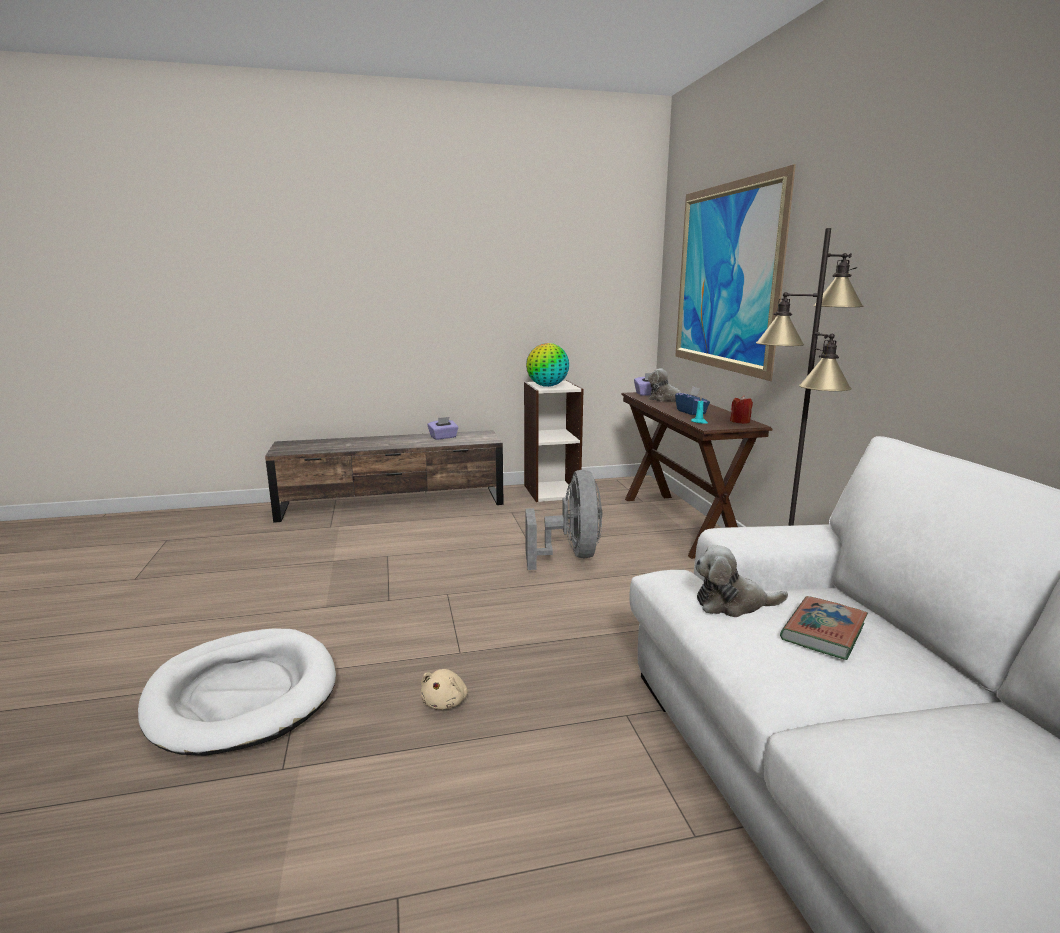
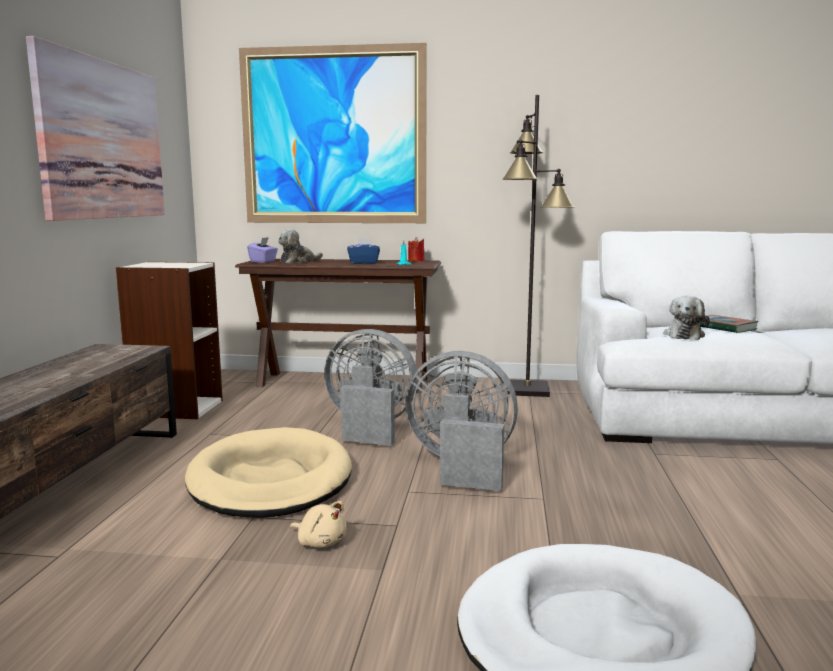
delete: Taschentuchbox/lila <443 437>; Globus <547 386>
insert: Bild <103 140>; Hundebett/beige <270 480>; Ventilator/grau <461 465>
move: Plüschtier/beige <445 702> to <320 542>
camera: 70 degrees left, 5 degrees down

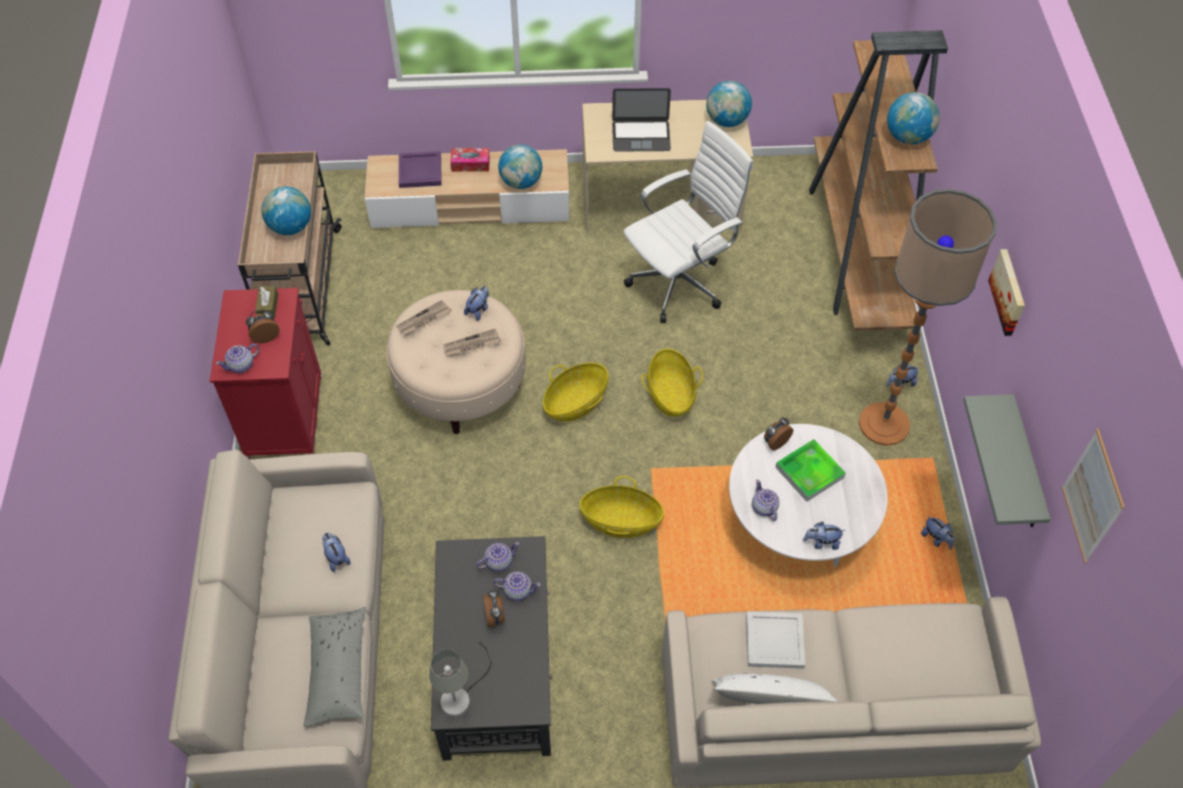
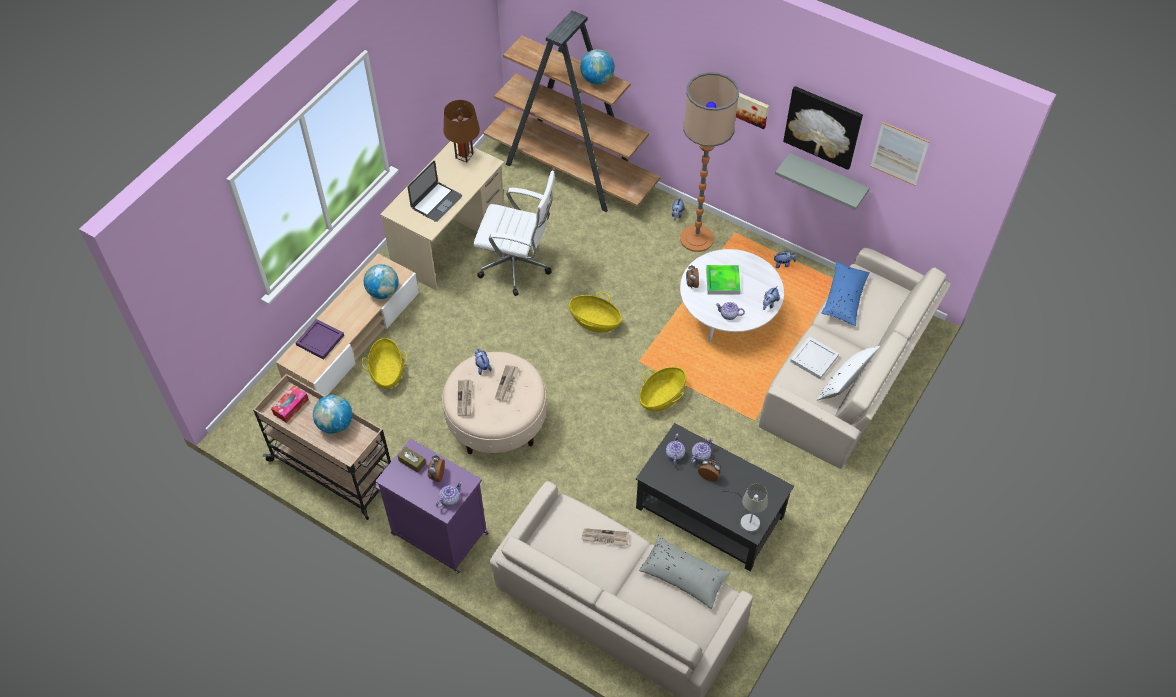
insert: Bild <823 126>; Kissen/blau <844 298>
move: Taschentuchbox <470 164> to <291 407>; Korb <575 402> to <387 371>
replace: Plüschtier <336 558> to Zeitung <605 538>; Globus <727 121> to Tischlampe/braun <464 155>
recolor: Schrank/rot <285 416> to Schrank/lila <437 533>
rotate: Teekanne <241 365> = <449 499> 135 degrees counterclockwise; Bürostuhl/weiß <680 282> = <518 267> 105 degrees clockwise
camera: 55 degrees left, 0 degrees up

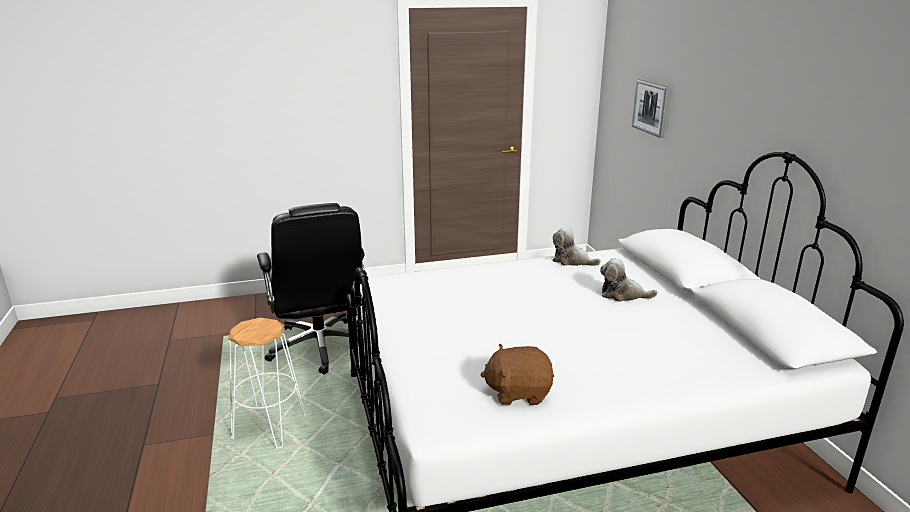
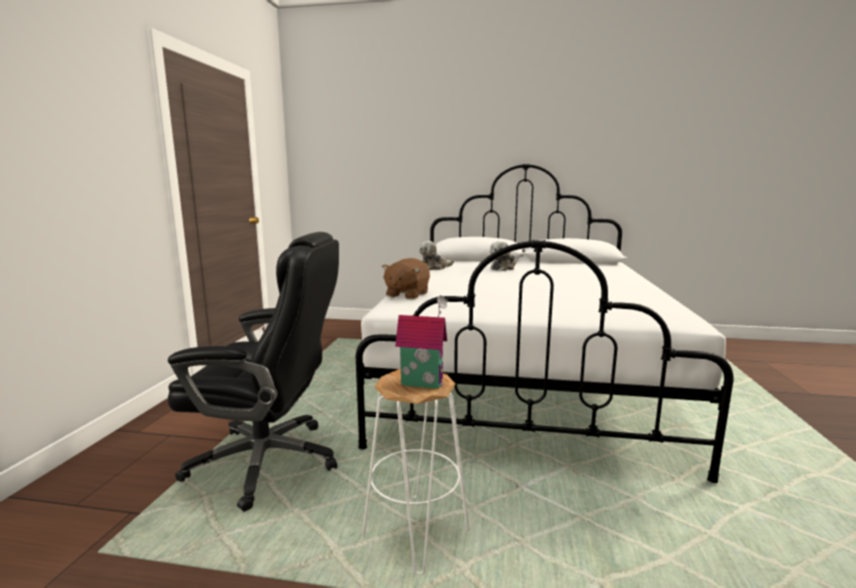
delete: Bild <651 107>
insert: Spielzeughaus <423 382>
move: Plüschtier/braun <518 392> to <406 295>
camera: 65 degrees left, 10 degrees down

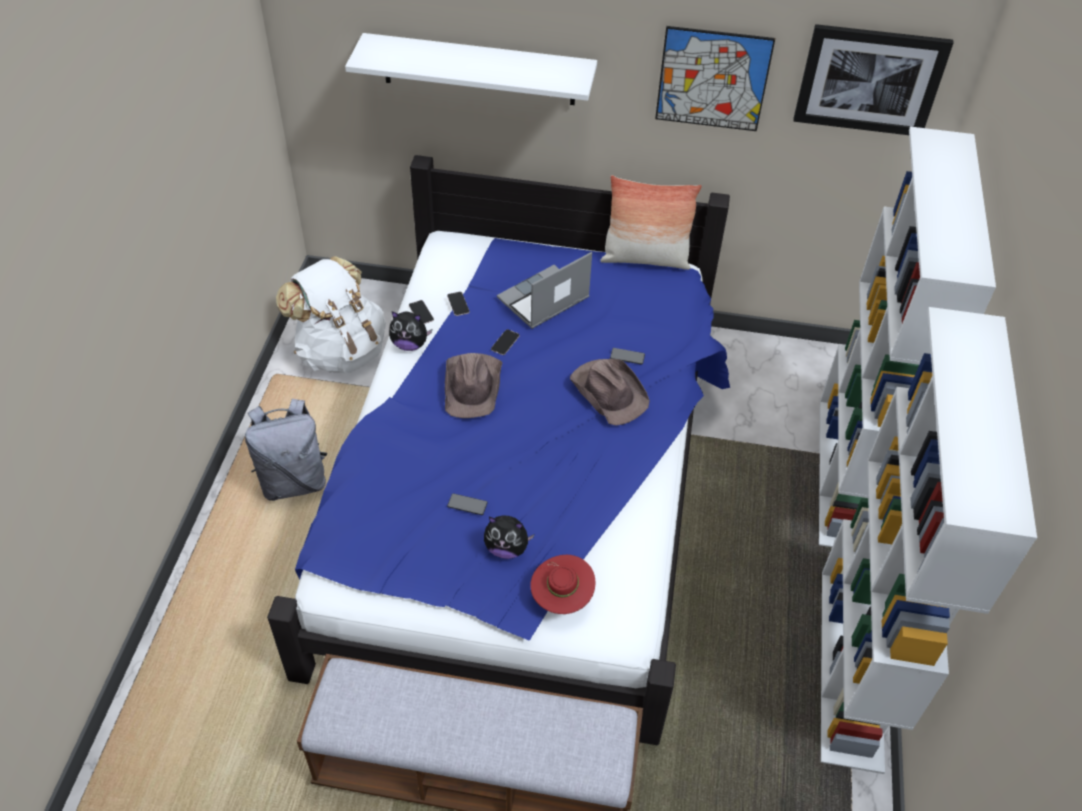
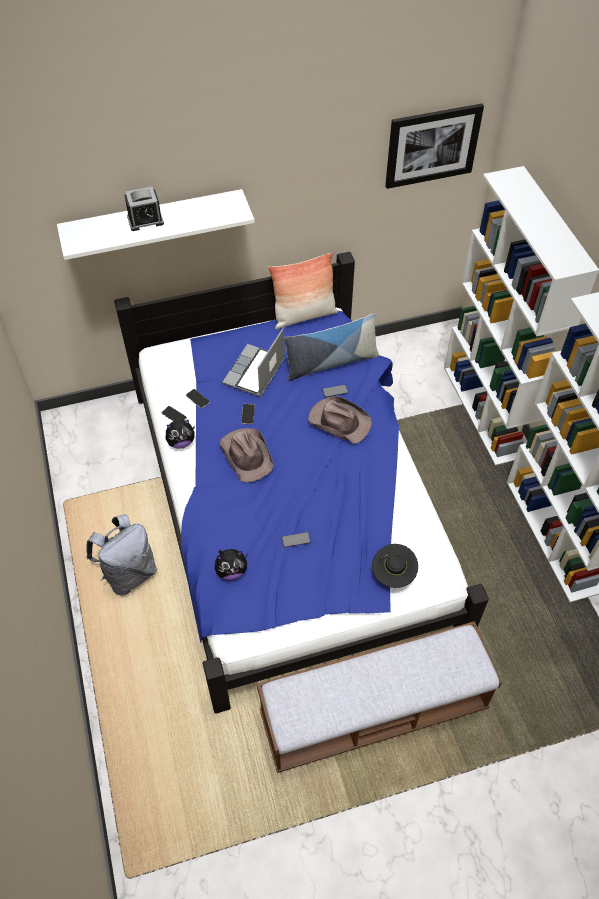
delete: Rucksack/weiß <340 351>; Bild <713 79>
insert: Wecker <145 220>; Kissen <331 362>
move: Plüschtier <506 548> to <231 571>
recolor: Hut/rot <561 597> to Hut/schwarz <393 574>
camera: 25 degrees left, 5 degrees up

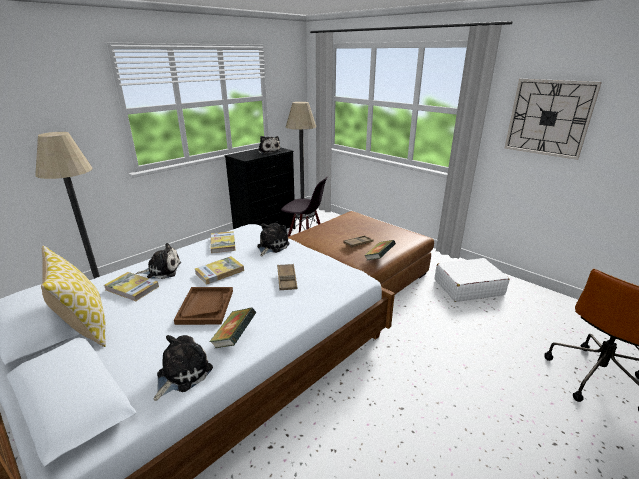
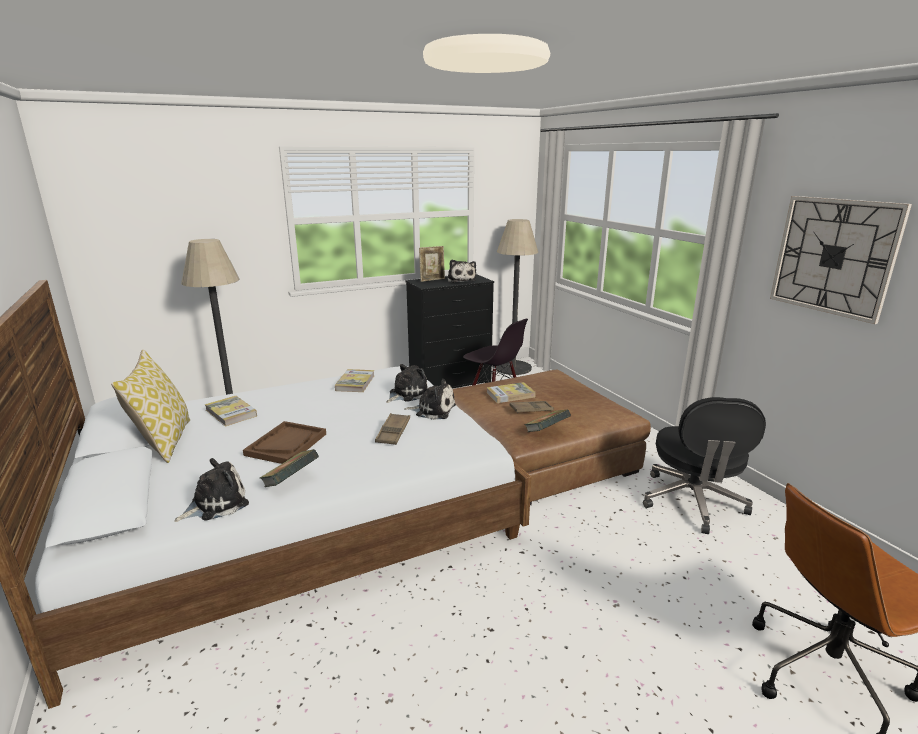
insert: Bilderrahmen <432 280>
move: Plüschtier <162 270> to <433 410>; Buch <219 272> to <510 395>
replace: Koffer/weiß <468 287> to Bürostuhl/schwarz <693 502>
camera: 20 degrees right, 5 degrees down

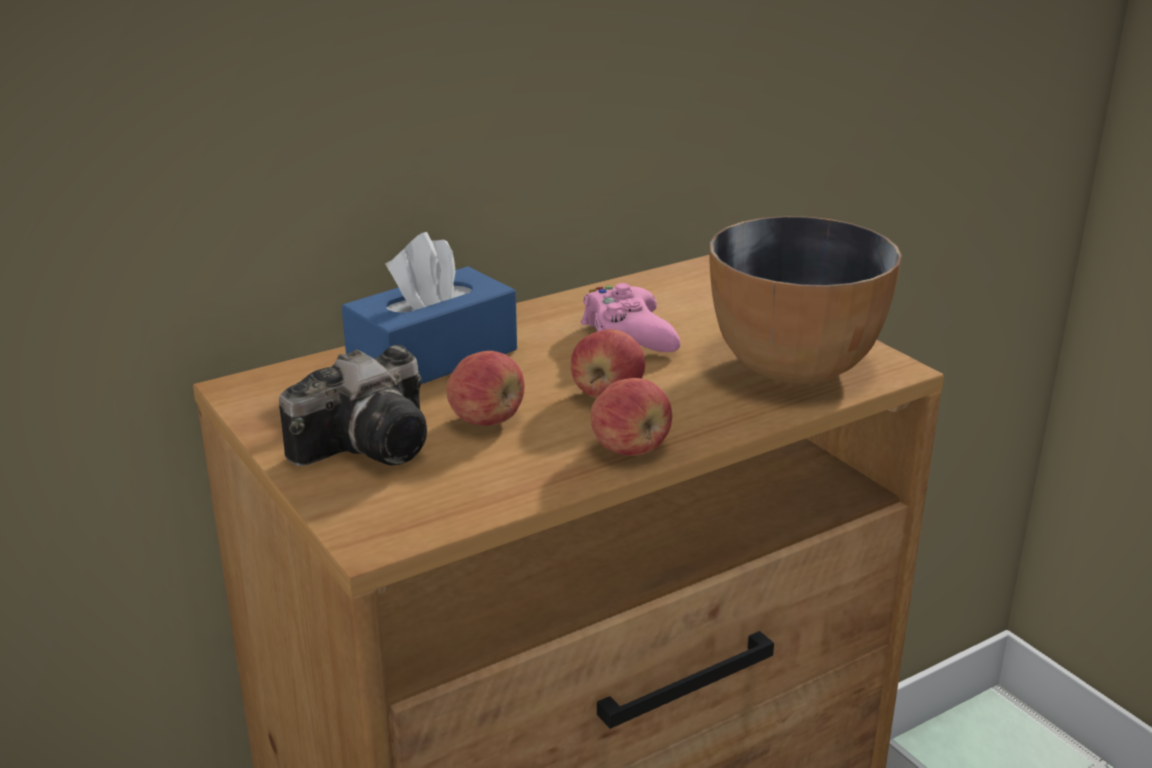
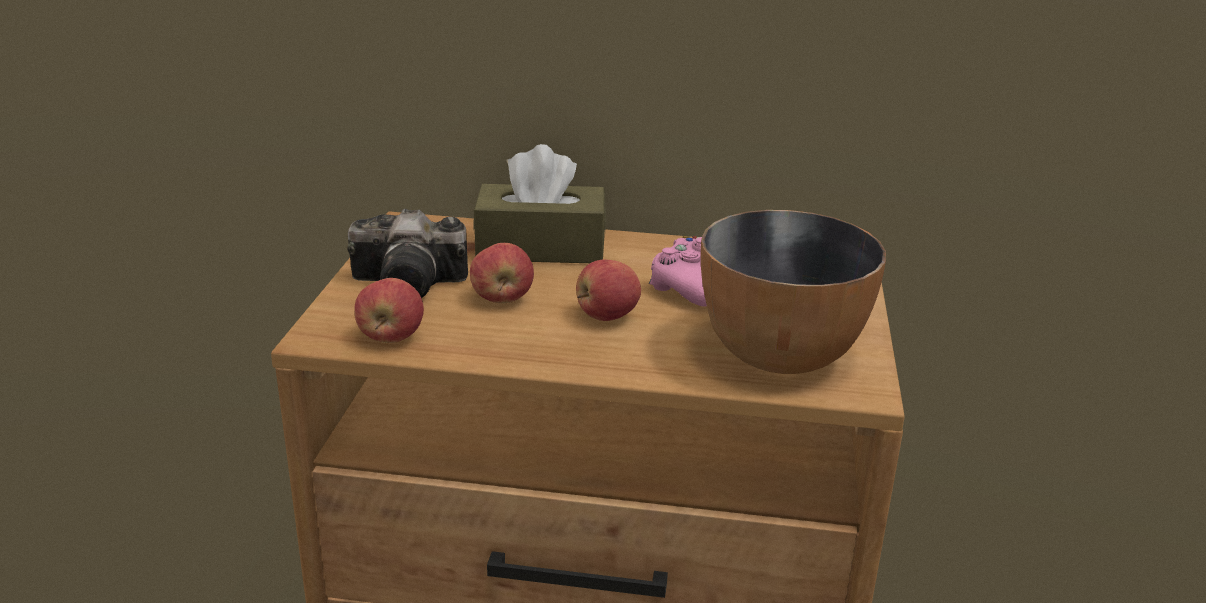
move: Apfel <630 449> to <391 337>
recolor: Taschentuchbox/blau <433 358> to Taschentuchbox/braun <541 248>
camera: 40 degrees right, 0 degrees up

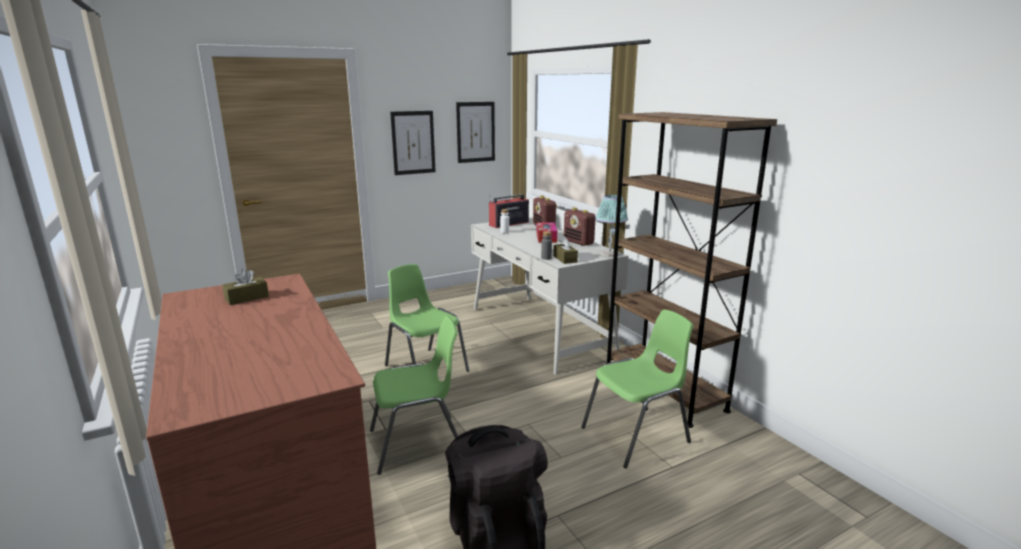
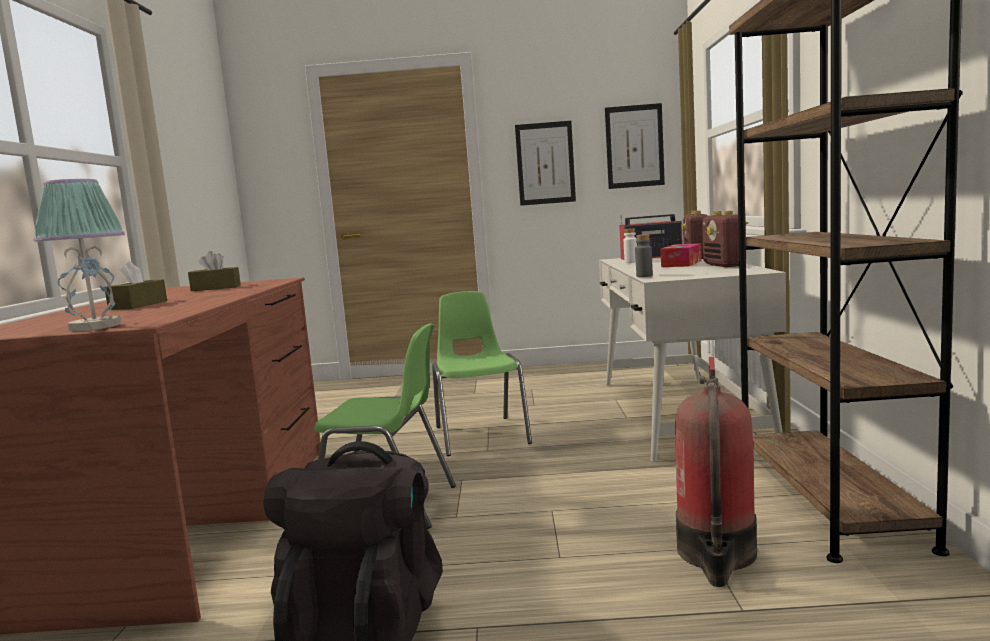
move: Taschentuchbox/braun <565 259> to <138 305>; Tischlampe <609 254> to <95 326>
replace: Stuhl/grün <637 435> to Feuerlöscher <716 555>
camera: 30 degrees right, 10 degrees down

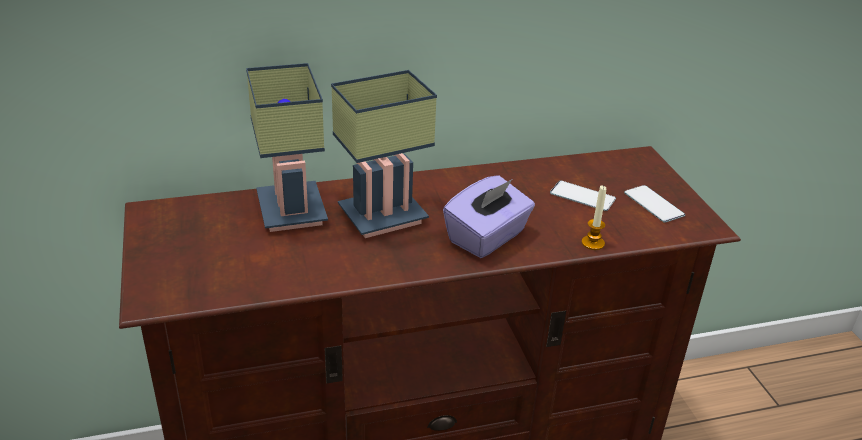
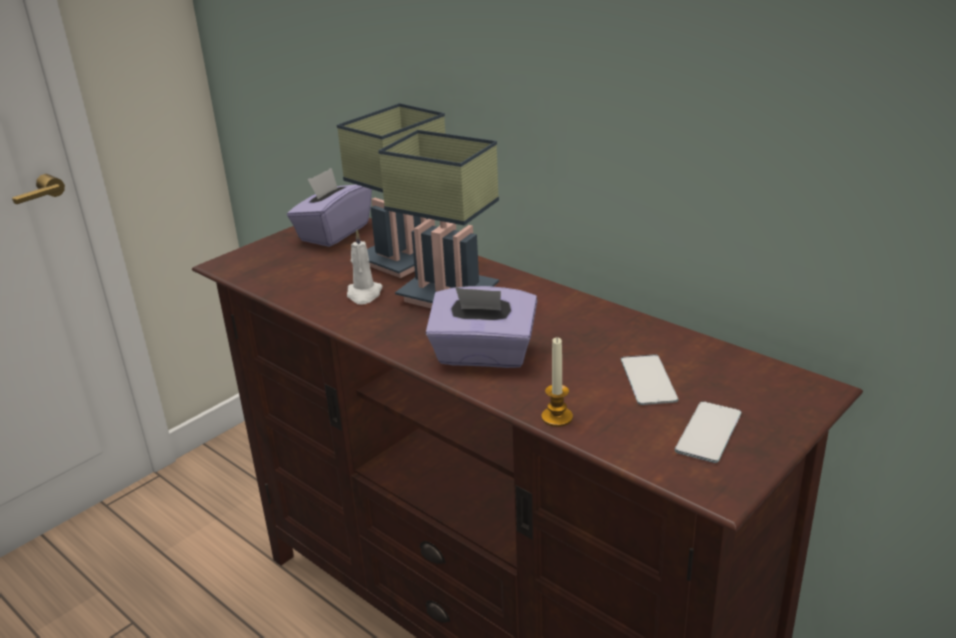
insert: Taschentuchbox/lila <333 232>; Kerze/weiß <364 294>
camera: 60 degrees right, 5 degrees down

